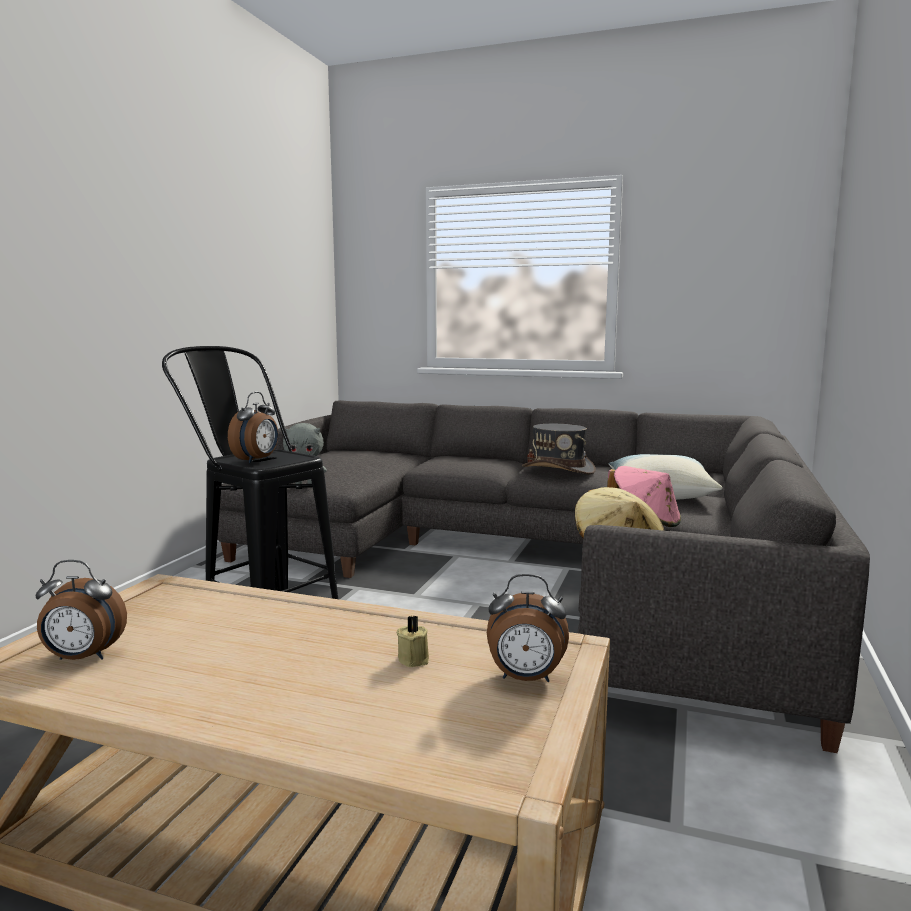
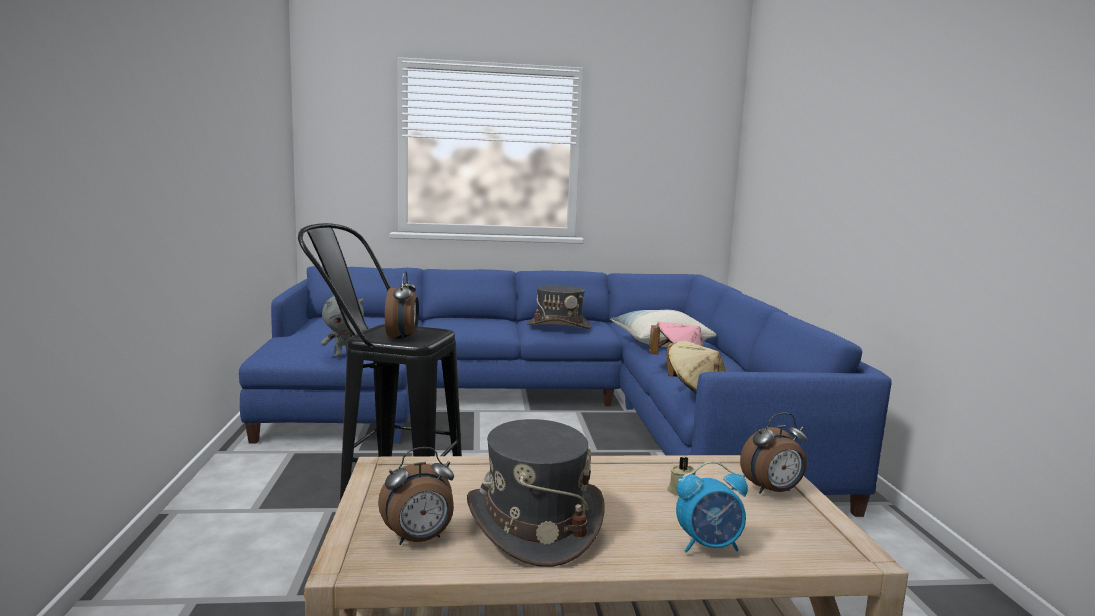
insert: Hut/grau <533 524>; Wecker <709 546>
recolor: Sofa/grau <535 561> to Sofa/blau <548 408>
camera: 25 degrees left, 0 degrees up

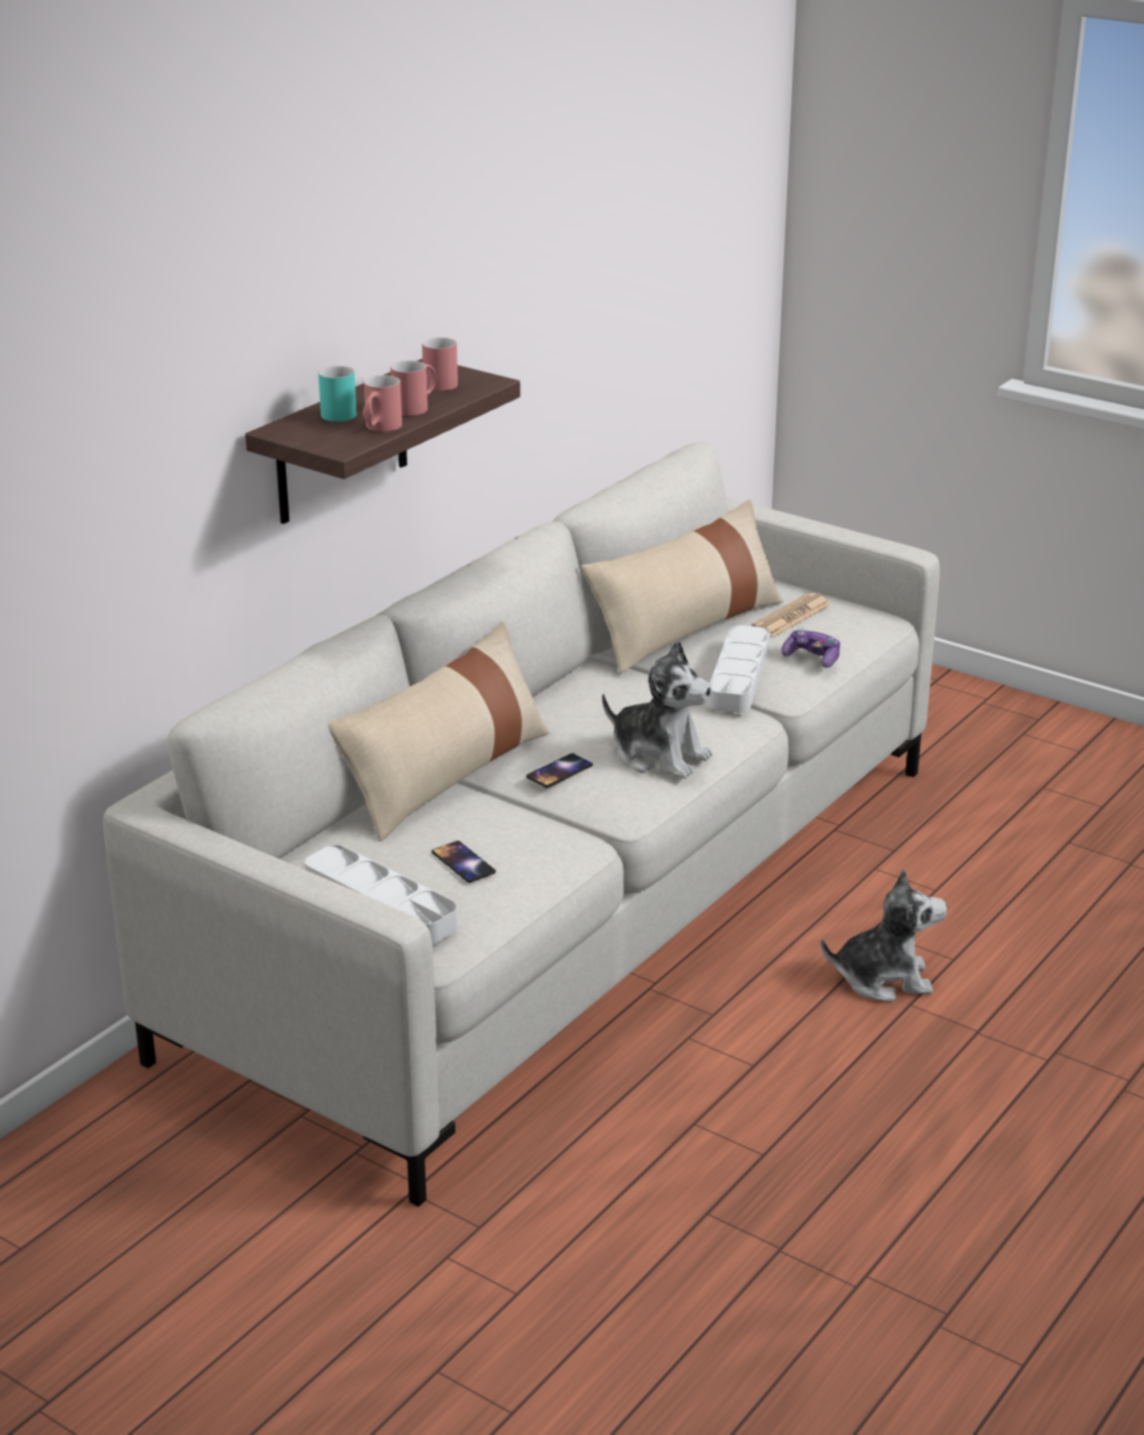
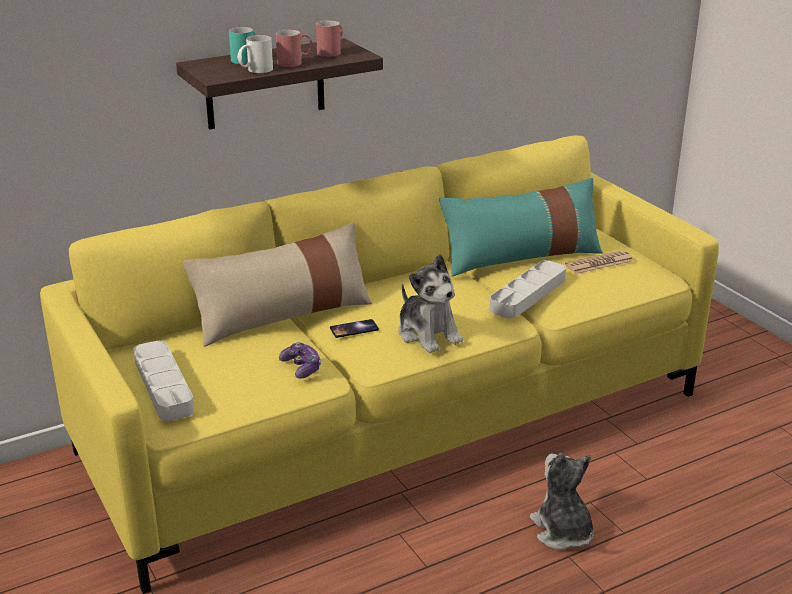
delete: Handy <463 862>
move: Gamepad <812 658> to <301 367>
recolor: Sofa/grau <571 904> to Sofa/gelb <396 423>; Henkelbecher/rot <380 429> to Henkelbecher/weiß <255 71>; Kissen/beige <685 628> to Kissen/türkis <521 257>
rotate: Plüschtier <883 979> = <562 532> 135 degrees counterclockwise
camera: 25 degrees right, 0 degrees up

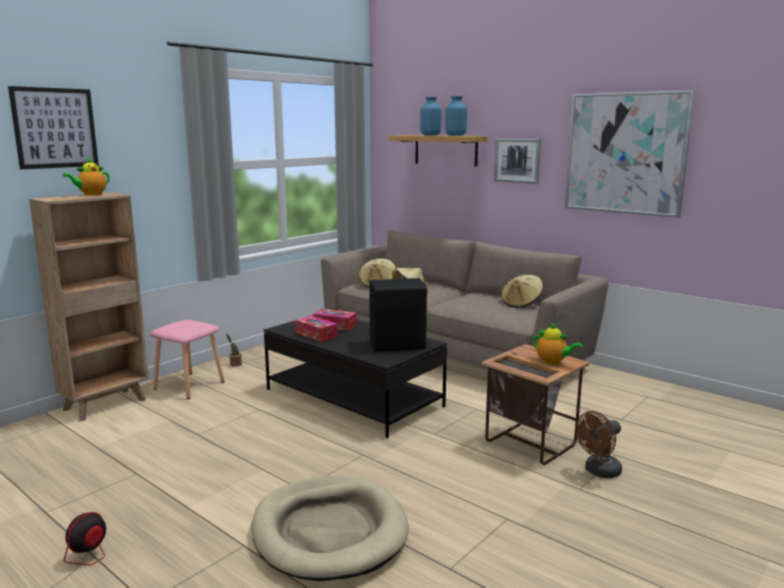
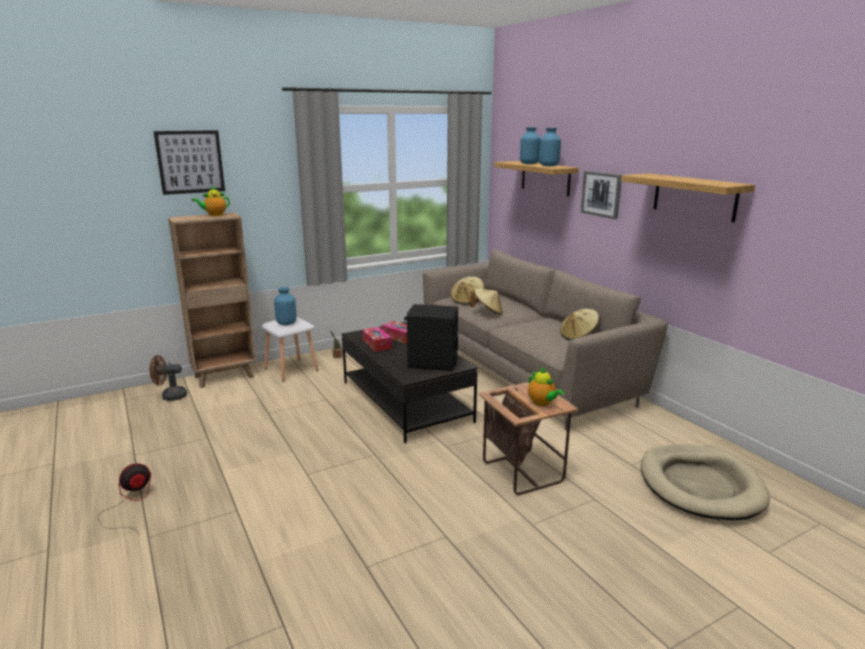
insert: Vase/blau <286 323>
move: Hundebett/beige <329 532> to <700 485>; Ventilator/braun <599 472> to <170 396>
replace: Bild <625 153> to Wandregal <694 197>
recolor: Hocker/rosa <189 385> to Hocker/weiß <292 369>
camera: 20 degrees right, 5 degrees up

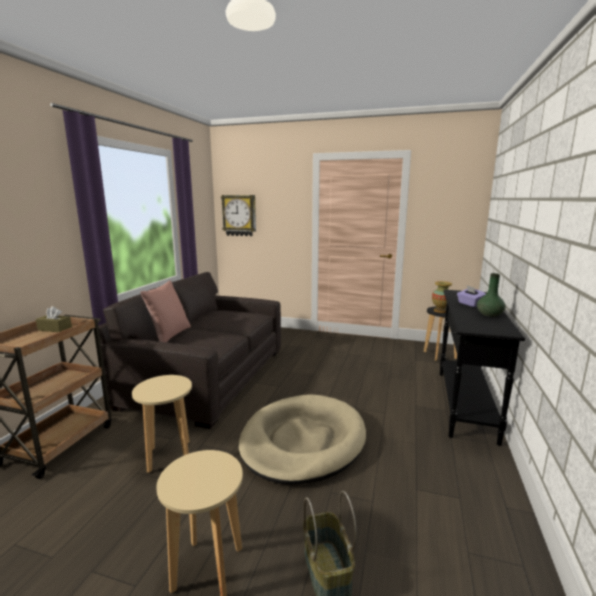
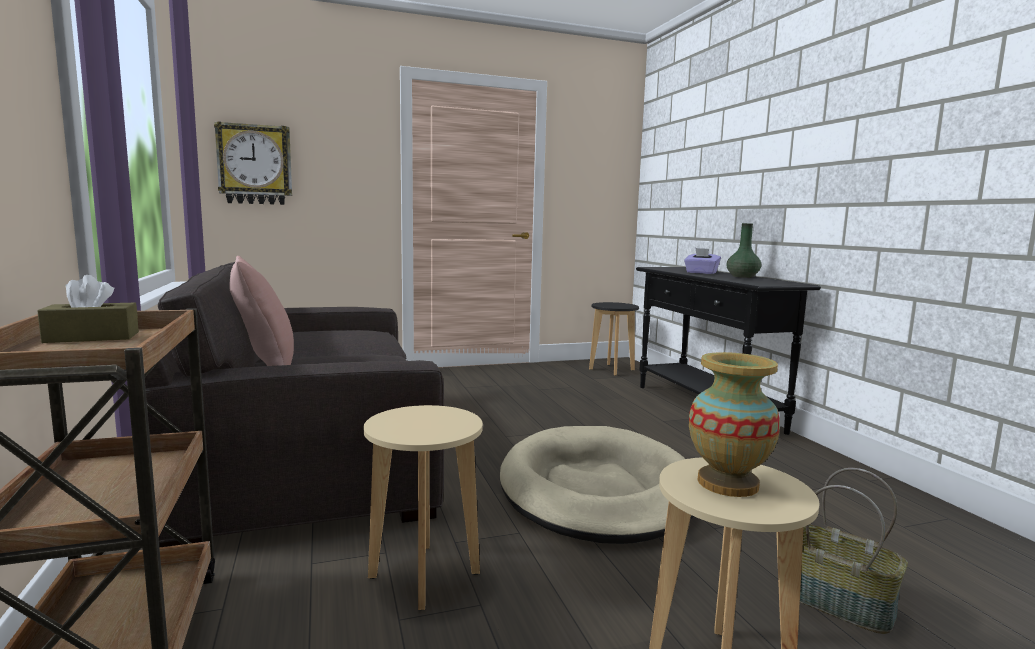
move: Vase <440 311> to <727 483>
camera: 35 degrees left, 5 degrees down

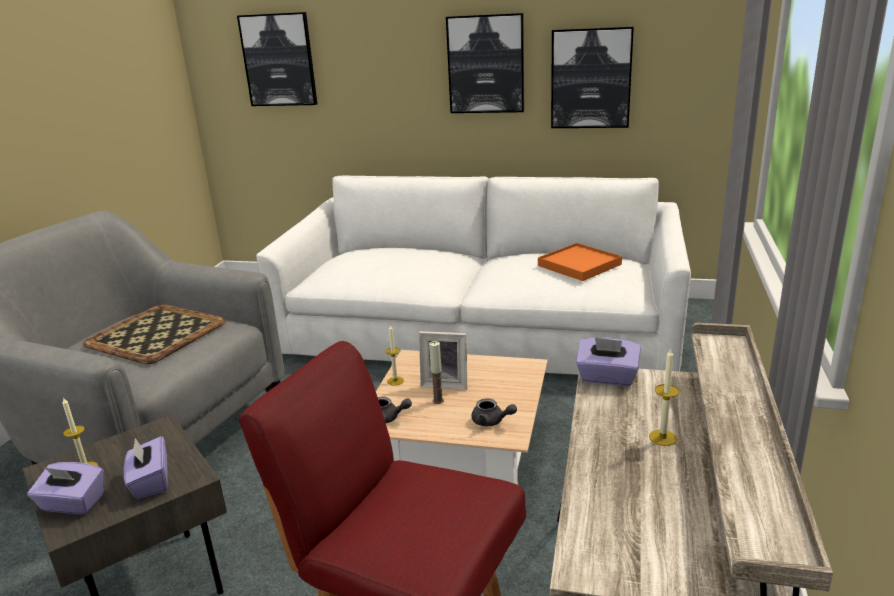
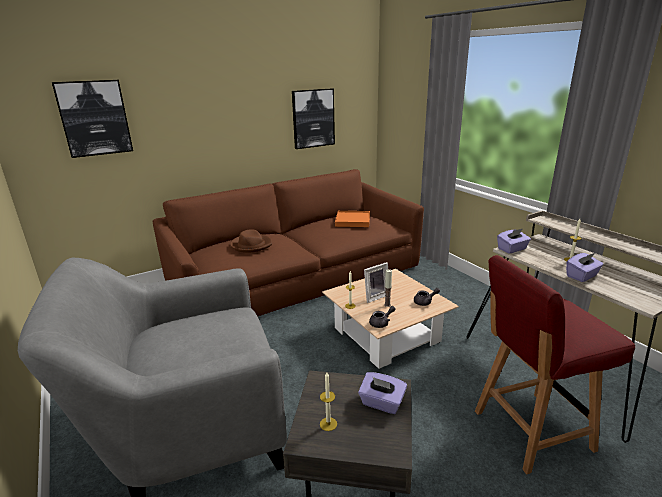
delete: Tablett <154 334>; Bild <486 64>
insert: Hut/braun <251 245>
move: Taschentuchbox/lila <72 504> to <582 276>
recolor: Sofa/weiß <481 328> to Sofa/braun <295 275>
camera: 45 degrees left, 0 degrees up

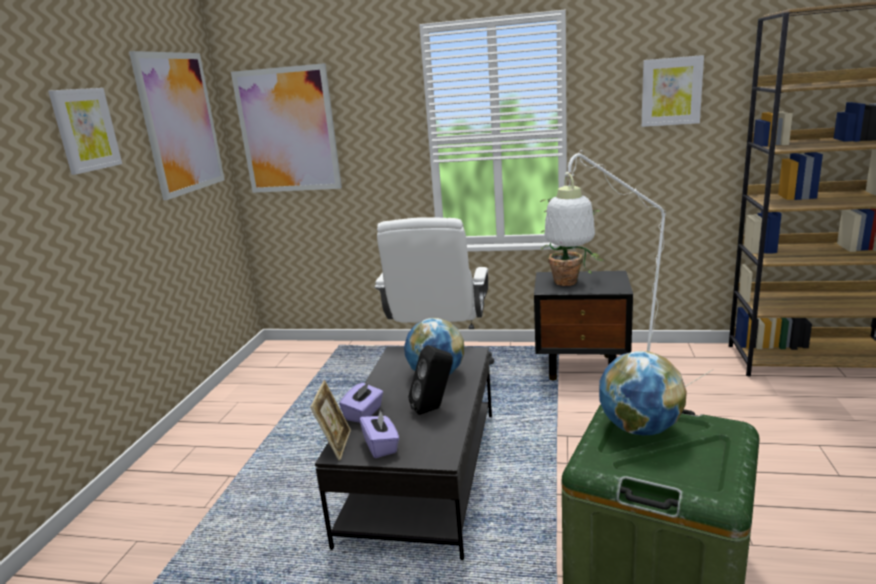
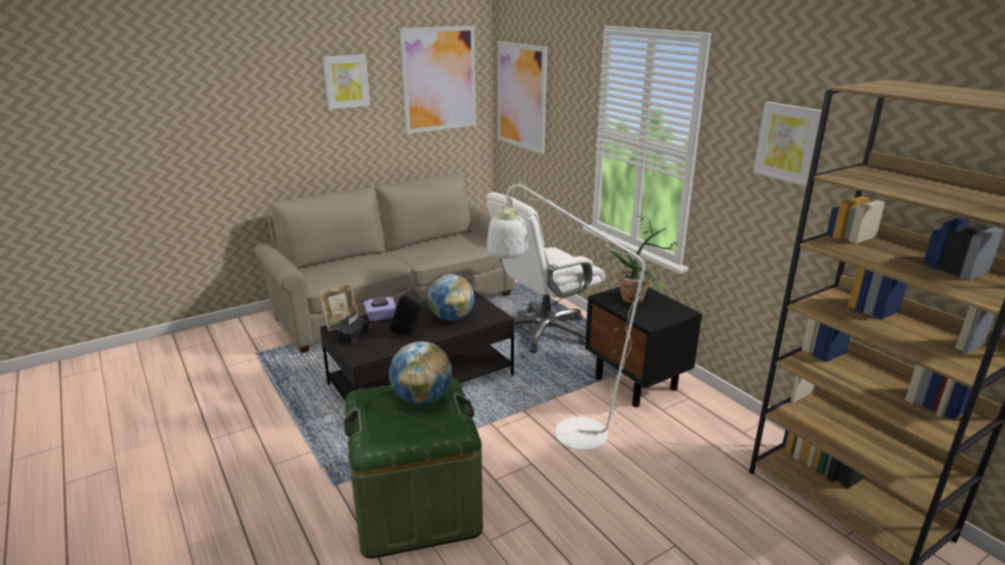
insert: Sofa/beige <395 304>
recolor: Taschentuchbox/lila <381 446> to Taschentuchbox/schwarz <353 336>
camera: 45 degrees right, 5 degrees up

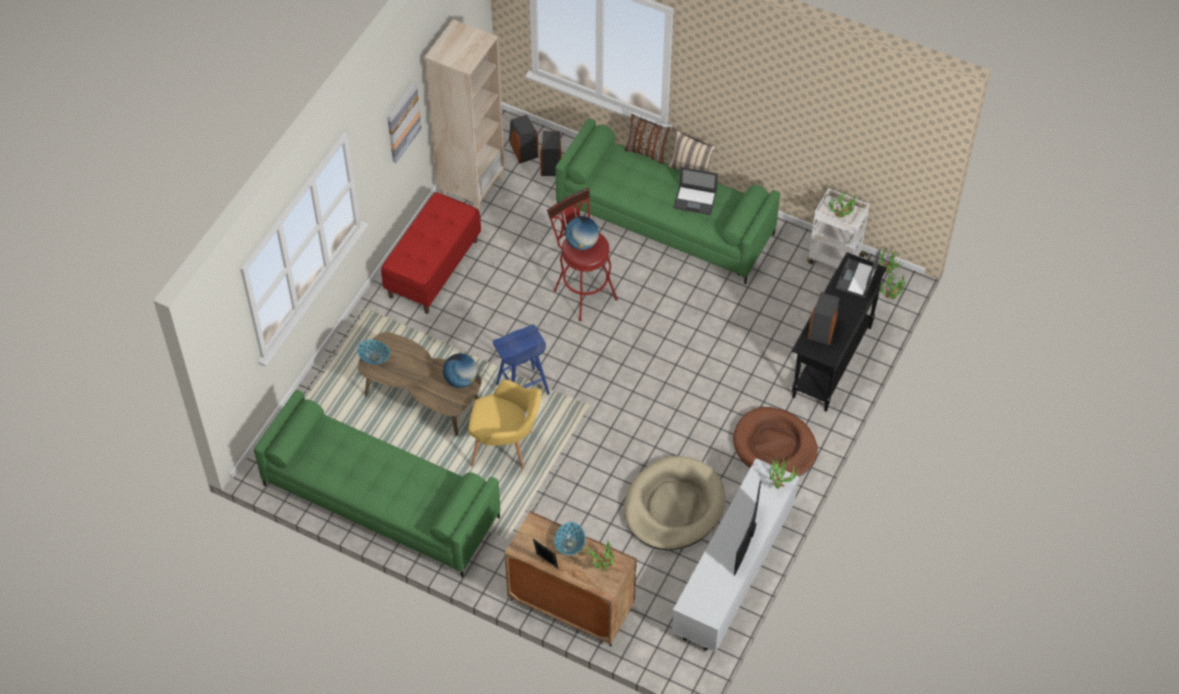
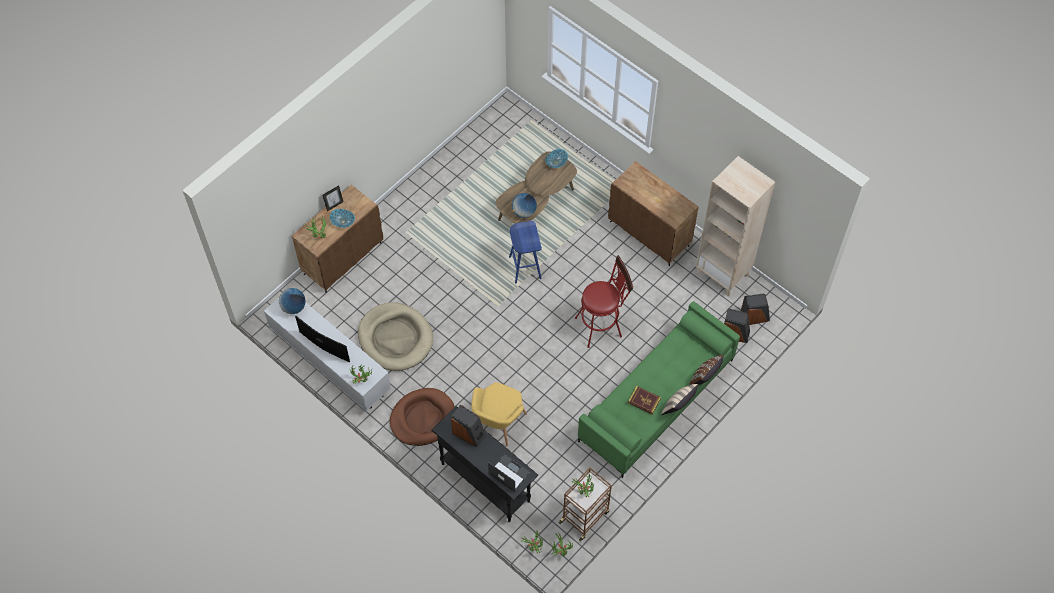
delete: Sofa/grün <380 501>; Bild <402 122>
move: Sessel/gelb <506 448> to <497 426>; Globus <582 243> to <293 307>
replace: Bank/rot <433 268> to Schrank/braun <650 234>; Laptop <695 200> to Buch <644 401>
recolor: Rollwagen/weiß <834 259> to Rollwagen/braun <585 516>
camera: 105 degrees right, 5 degrees up

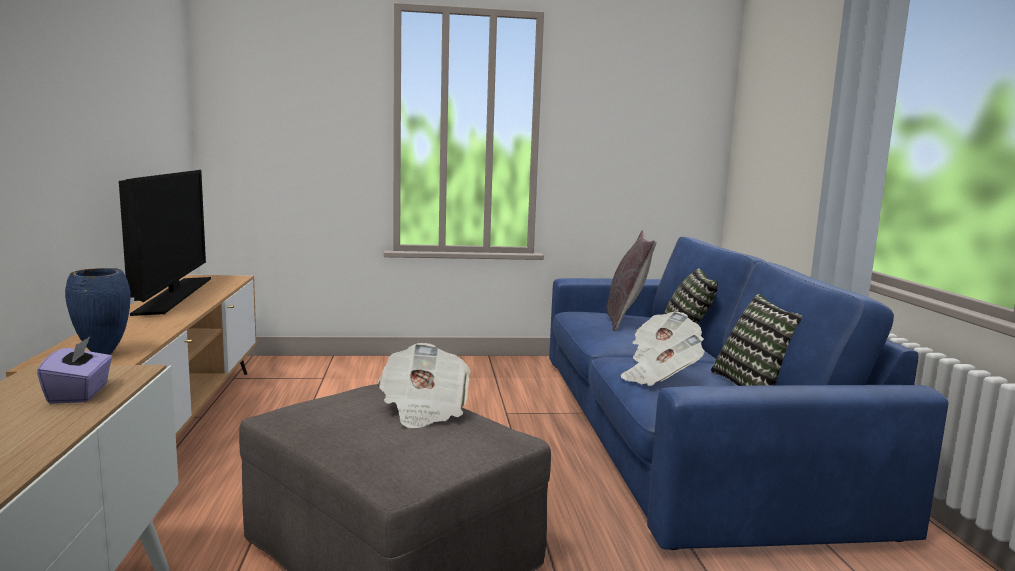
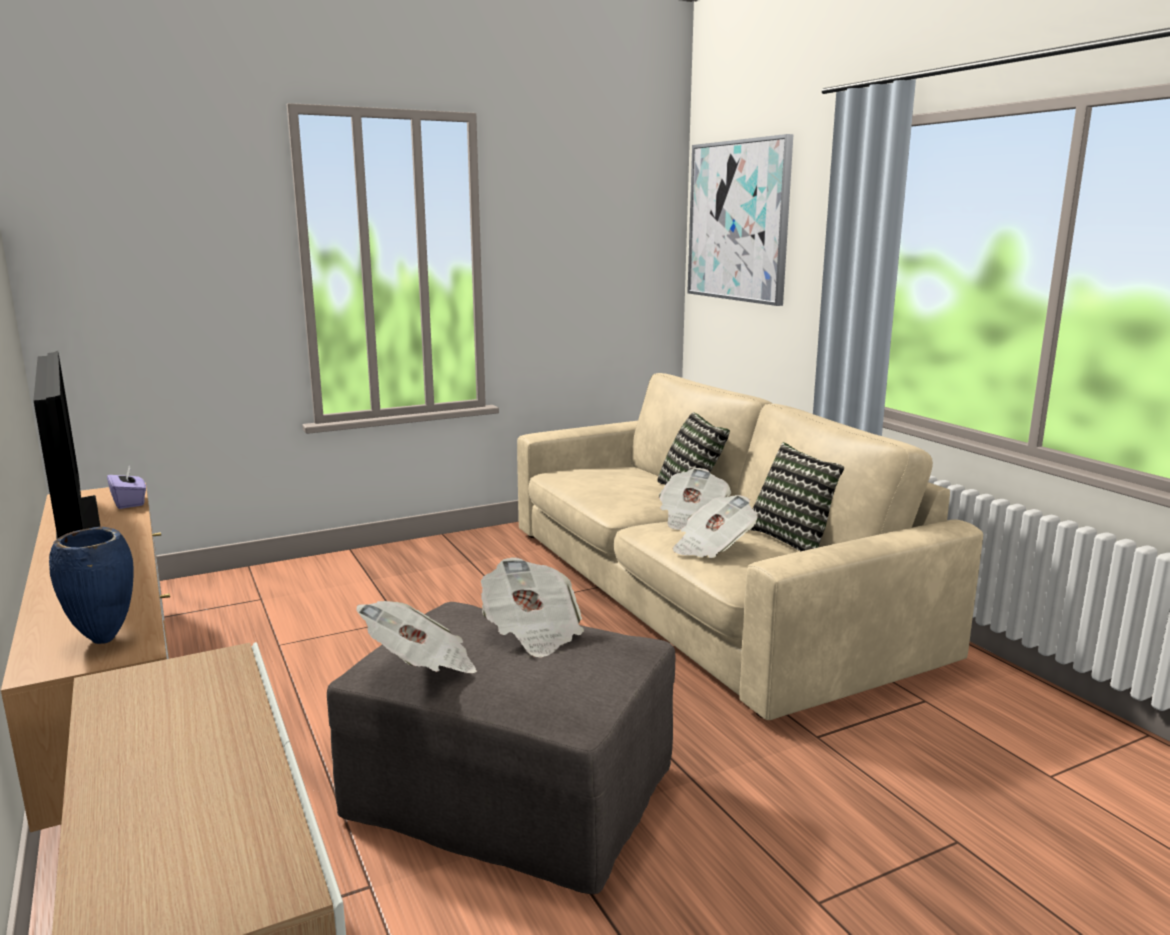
delete: Kissen/grau <626 320>
insert: Zeitung <421 665>; Bild <738 221>
move: Taschentuchbox/lila <79 393> to <129 502>
recolor: Sofa/blau <679 431> to Sofa/beige <701 590>
camera: 20 degrees left, 5 degrees up

